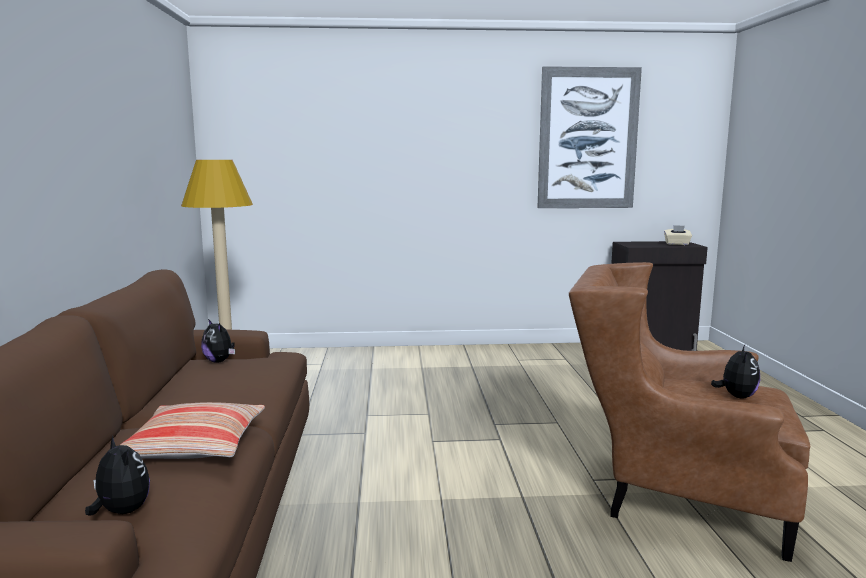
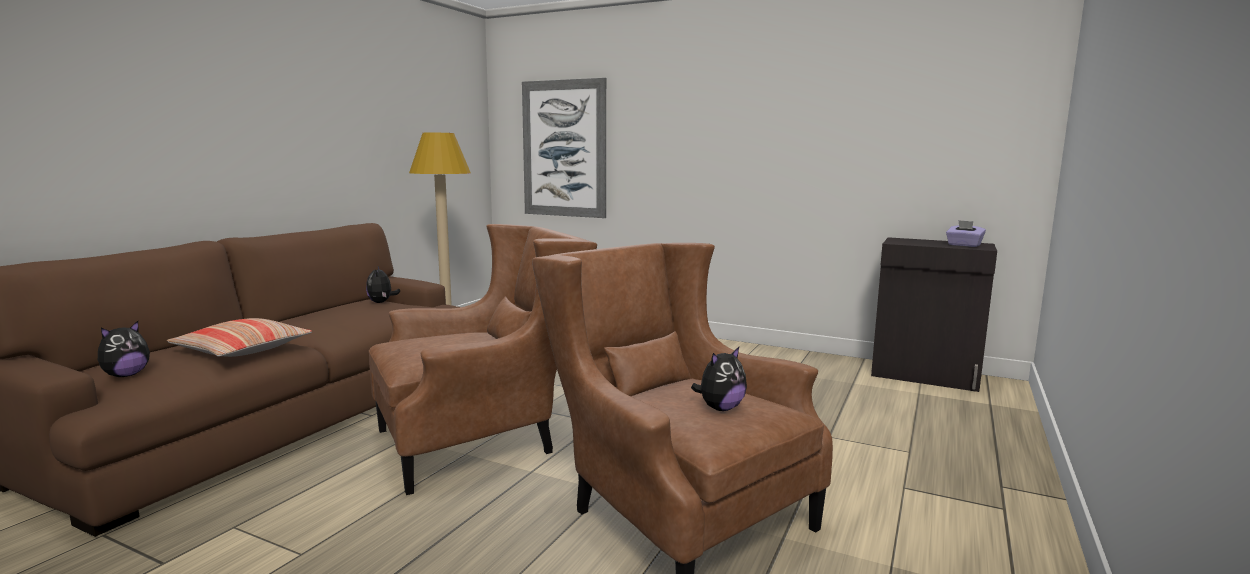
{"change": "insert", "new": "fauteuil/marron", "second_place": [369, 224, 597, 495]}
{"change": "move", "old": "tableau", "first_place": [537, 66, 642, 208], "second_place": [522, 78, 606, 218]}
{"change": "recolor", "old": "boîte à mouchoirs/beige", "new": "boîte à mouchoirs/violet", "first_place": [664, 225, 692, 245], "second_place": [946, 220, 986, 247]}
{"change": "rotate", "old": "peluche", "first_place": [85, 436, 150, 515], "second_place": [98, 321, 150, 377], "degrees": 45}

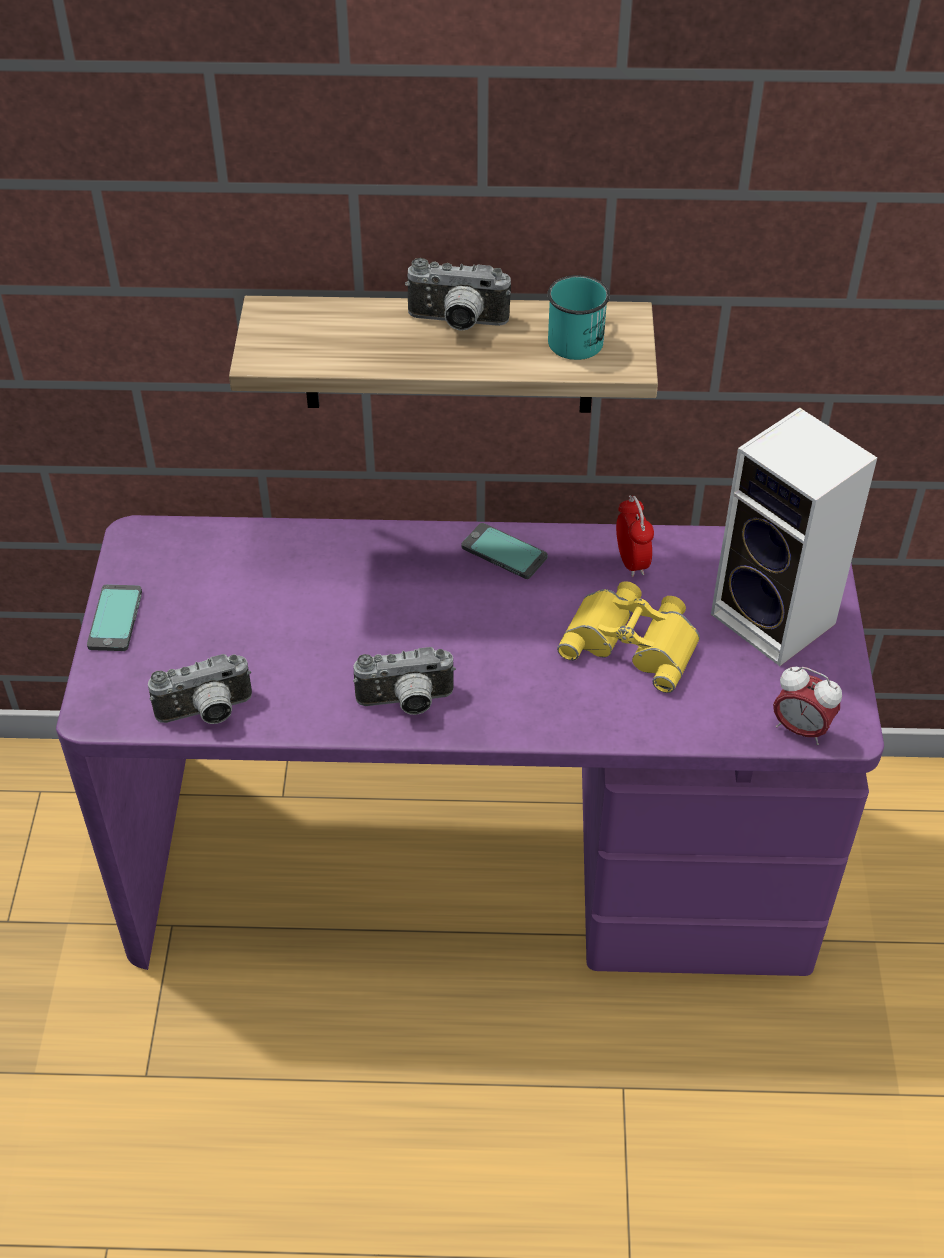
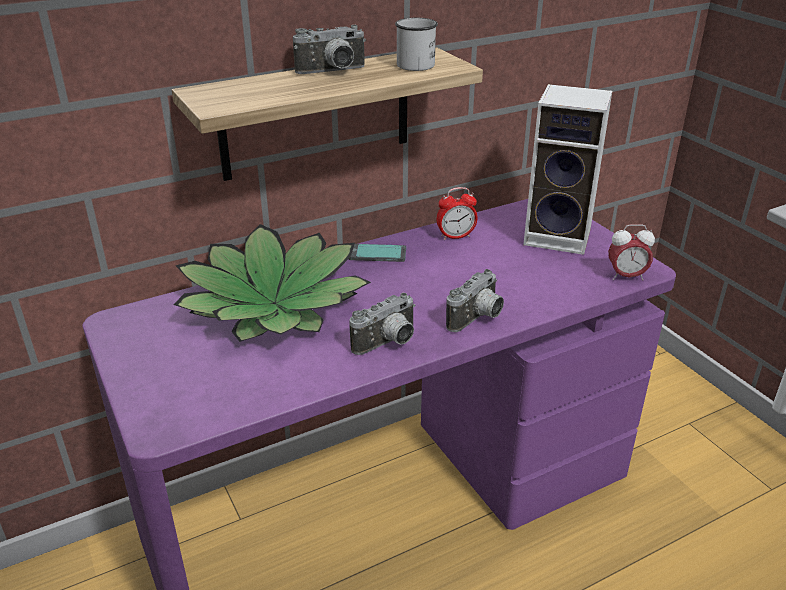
{"change": "delete", "old": "téléphone", "first_place": [87, 584, 142, 651]}
{"change": "delete", "old": "jumelles/jaune", "first_place": [557, 581, 700, 693]}
{"change": "insert", "new": "plante en pot", "second_place": [174, 224, 371, 342]}
{"change": "move", "old": "appareil photo", "first_place": [148, 654, 252, 724], "second_place": [446, 269, 504, 332]}
{"change": "recolor", "old": "mug/turquoise", "new": "mug/blanc", "first_place": [548, 275, 610, 360], "second_place": [395, 18, 438, 71]}
{"change": "rotate", "old": "réveil", "first_place": [616, 495, 654, 577], "second_place": [436, 187, 478, 240], "degrees": 120}

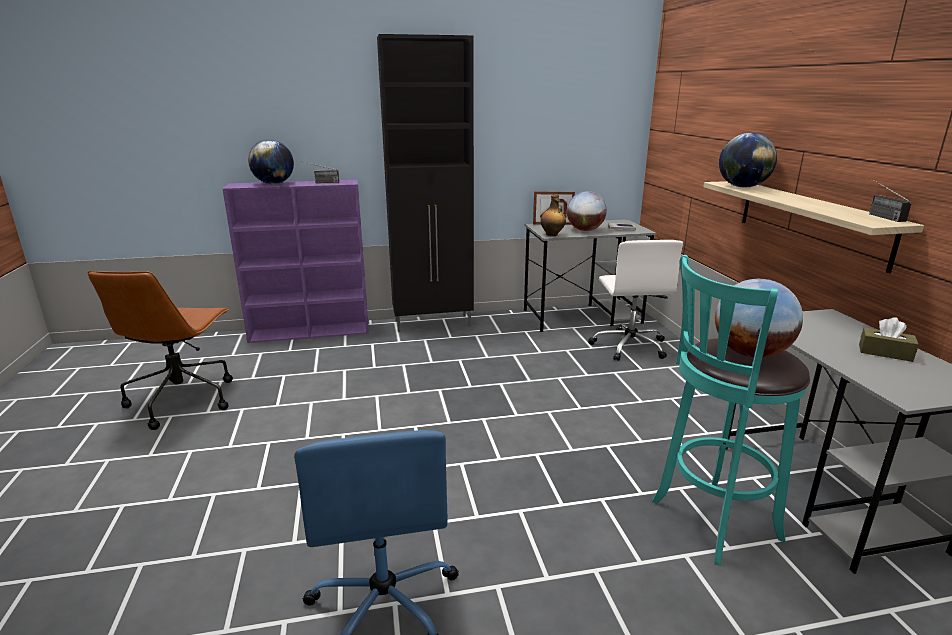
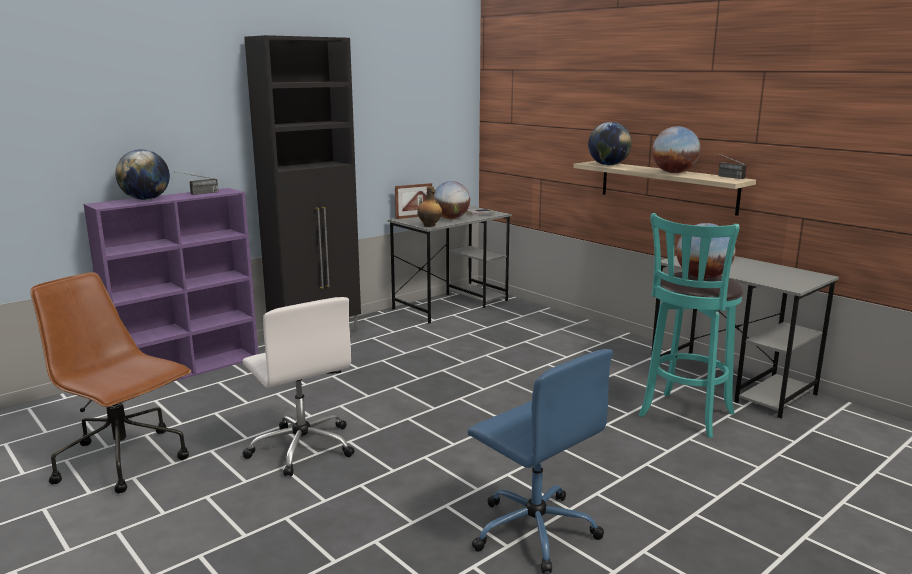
{"change": "delete", "old": "boîte à mouchoirs/marron", "first_place": [859, 317, 919, 362]}
{"change": "insert", "new": "globe", "second_place": [652, 126, 701, 173]}
{"change": "move", "old": "chaise de bureau/blanc", "first_place": [588, 240, 683, 361], "second_place": [242, 297, 355, 476]}
{"change": "rotate", "old": "chaise de bureau/marron", "first_place": [88, 271, 233, 430], "second_place": [31, 272, 191, 494], "degrees": 150}

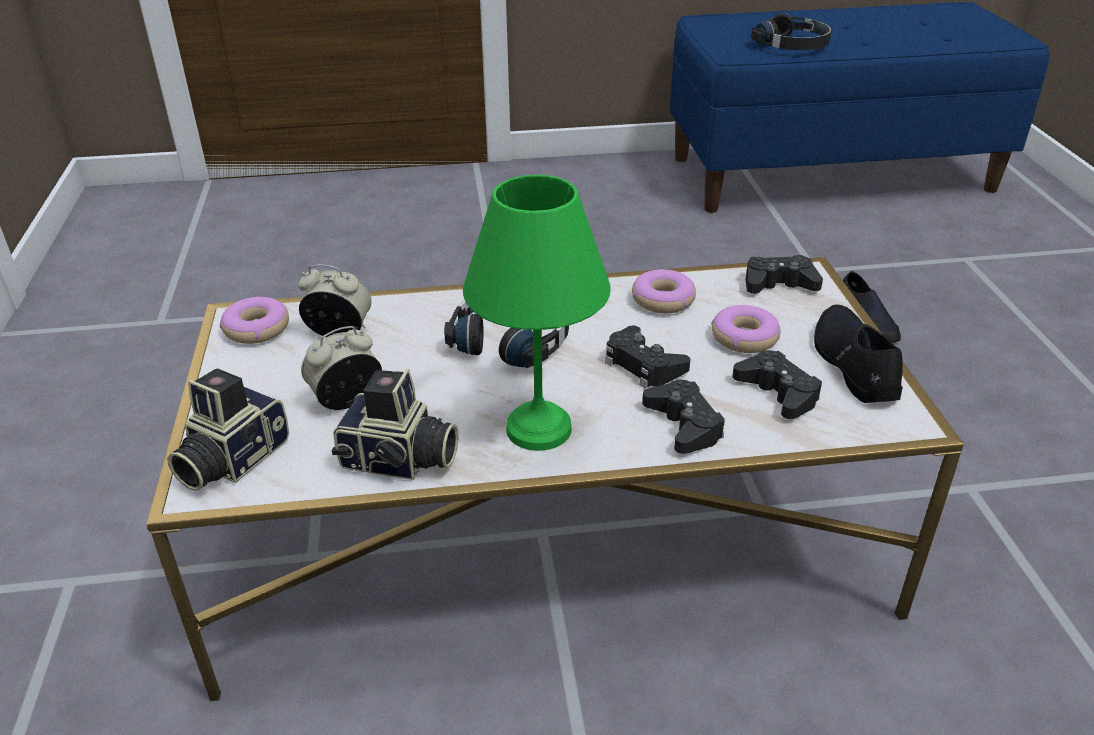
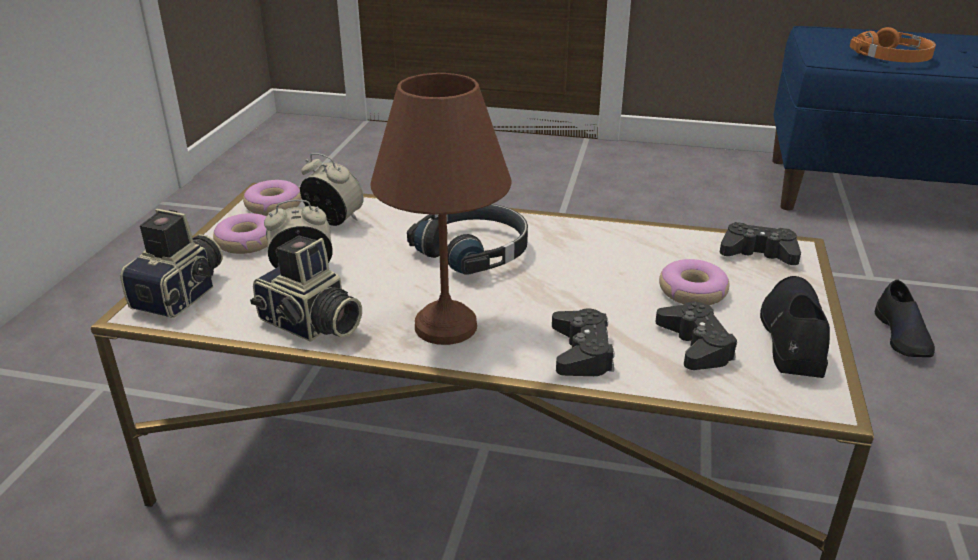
{"change": "delete", "old": "manette/noir", "first_place": [605, 326, 690, 389]}
{"change": "move", "old": "beignet", "first_place": [632, 269, 696, 313], "second_place": [213, 213, 268, 254]}
{"change": "recolor", "old": "lampe de table/vert", "new": "lampe de table/marron", "first_place": [463, 175, 611, 451], "second_place": [370, 73, 512, 345]}
{"change": "recolor", "old": "casque audio/noir", "new": "casque audio/orange", "first_place": [751, 13, 832, 50], "second_place": [850, 27, 936, 62]}
{"change": "rotate", "old": "appareil photo", "first_place": [167, 368, 289, 491], "second_place": [120, 209, 223, 318], "degrees": 150}

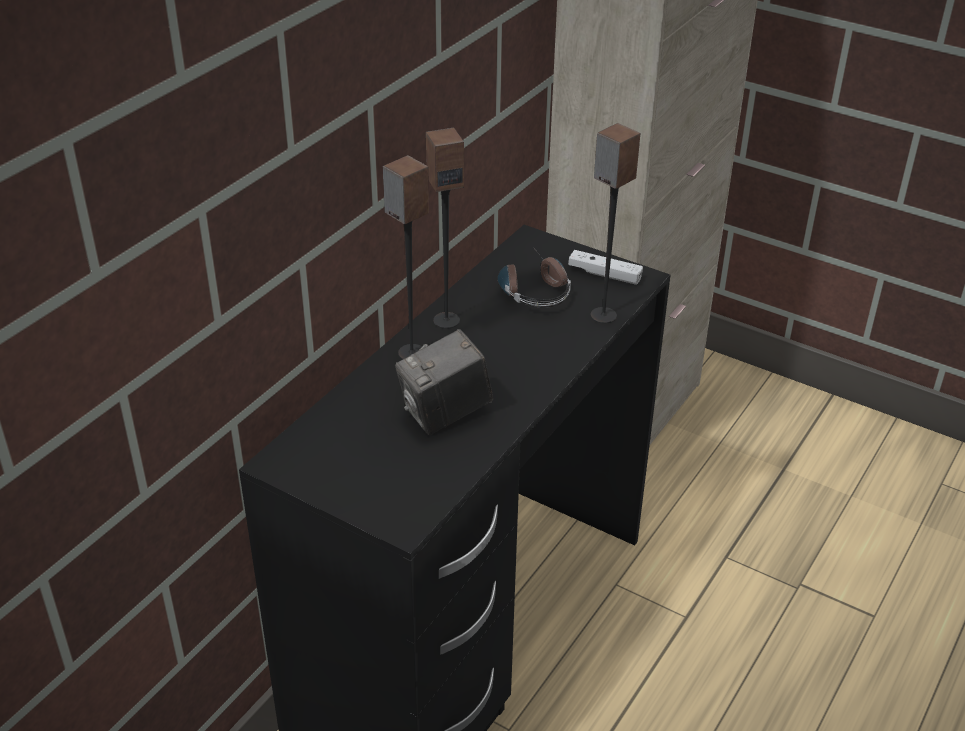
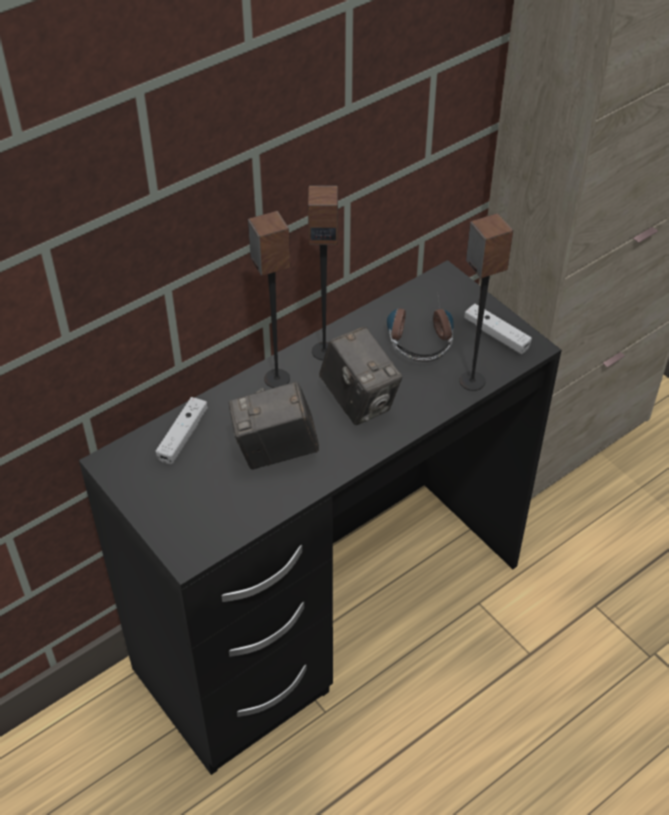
{"change": "insert", "new": "manette/blanc", "second_place": [156, 397, 208, 464]}
{"change": "insert", "new": "appareil photo", "second_place": [319, 326, 403, 425]}

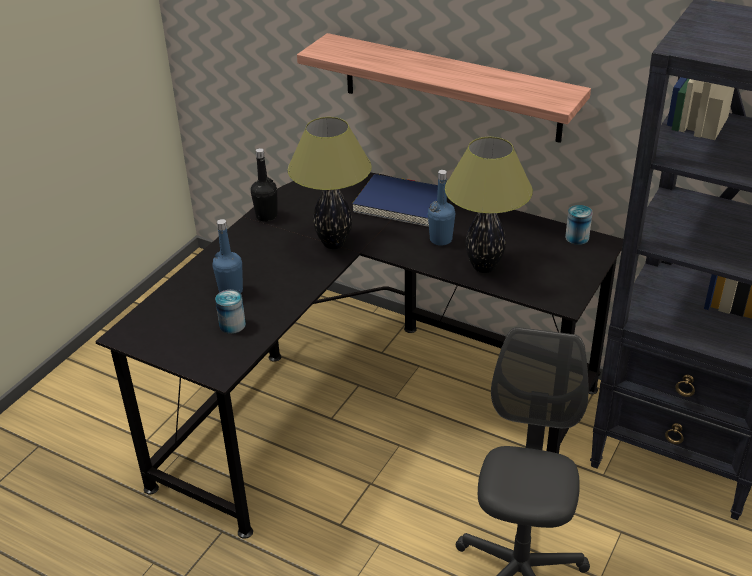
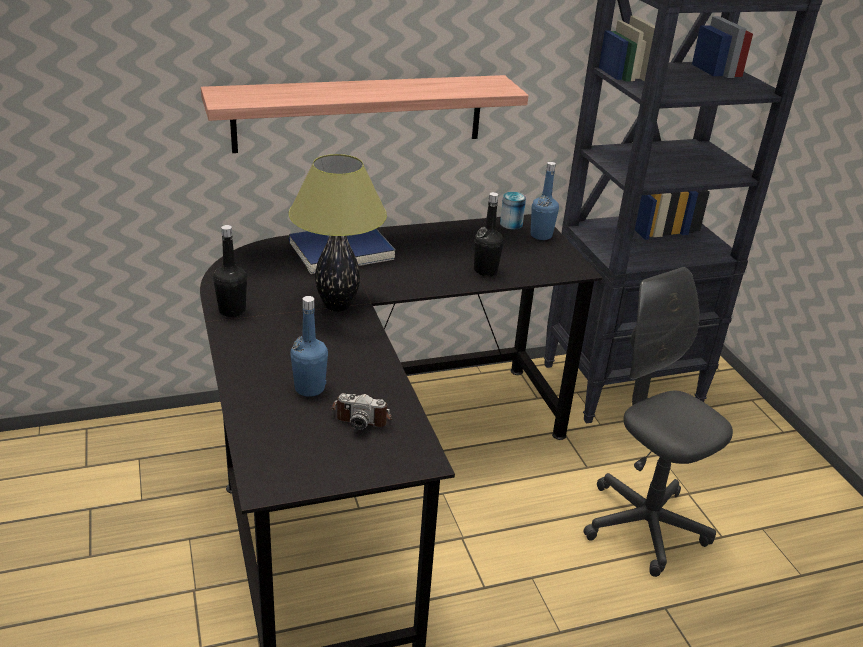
{"change": "move", "old": "bouteille/bleu", "first_place": [428, 170, 455, 246], "second_place": [531, 162, 559, 240]}
{"change": "replace", "old": "boîte métallique", "new": "appareil photo", "first_place": [215, 290, 246, 334], "second_place": [331, 393, 392, 430]}
{"change": "replace", "old": "lampe de table", "new": "bouteille/noir", "first_place": [445, 137, 533, 273], "second_place": [474, 192, 504, 276]}

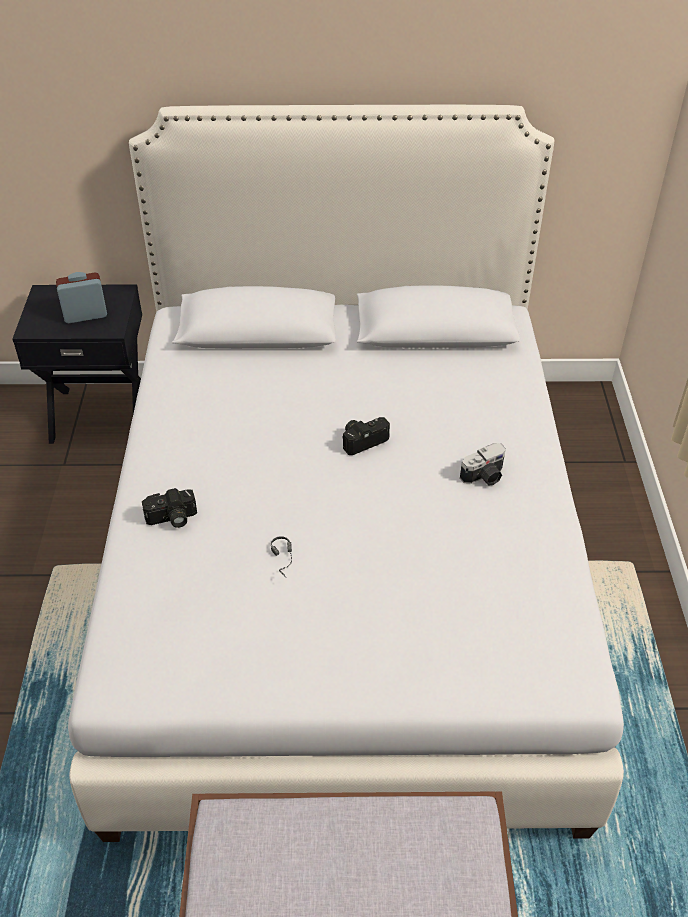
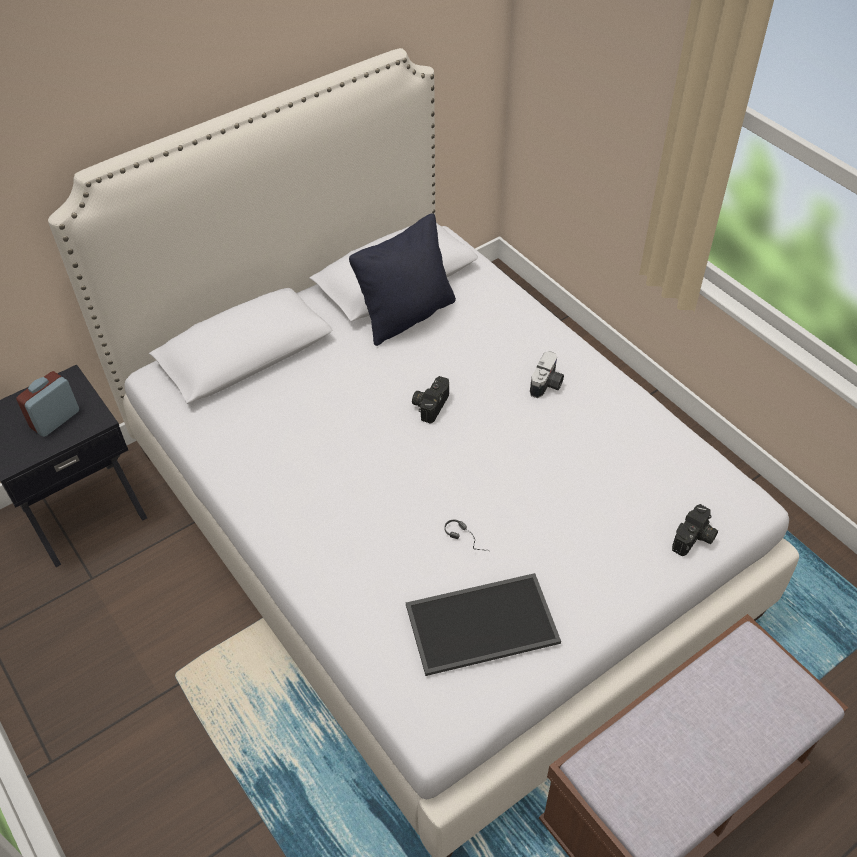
{"change": "insert", "new": "coussin/noir", "second_place": [349, 213, 456, 346]}
{"change": "insert", "new": "plateau", "second_place": [406, 573, 561, 676]}
{"change": "move", "old": "appareil photo", "first_place": [142, 488, 197, 528], "second_place": [672, 504, 718, 556]}

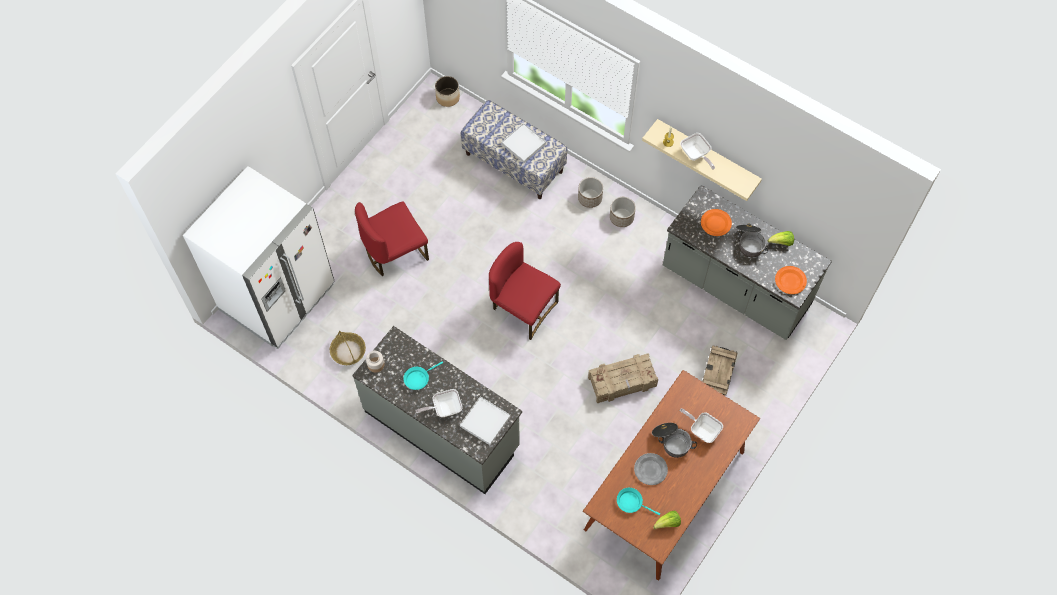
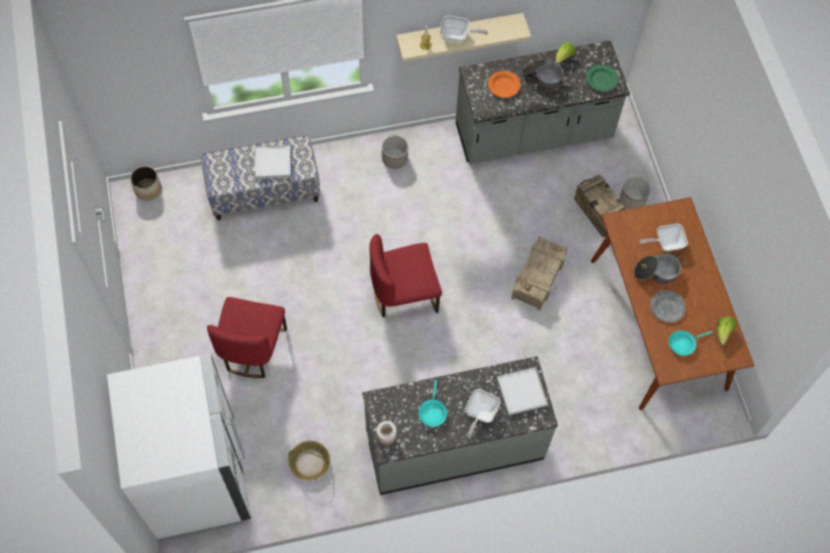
{"change": "move", "old": "cache-pot", "first_place": [578, 177, 603, 208], "second_place": [620, 177, 650, 209]}
{"change": "recolor", "old": "assiette/orange", "new": "assiette/vert", "first_place": [775, 266, 807, 294], "second_place": [586, 65, 618, 92]}

